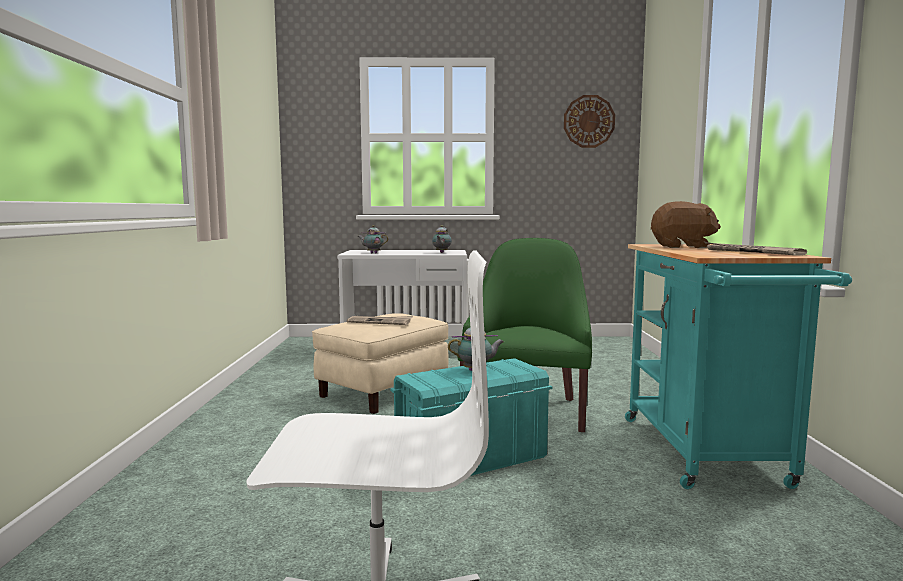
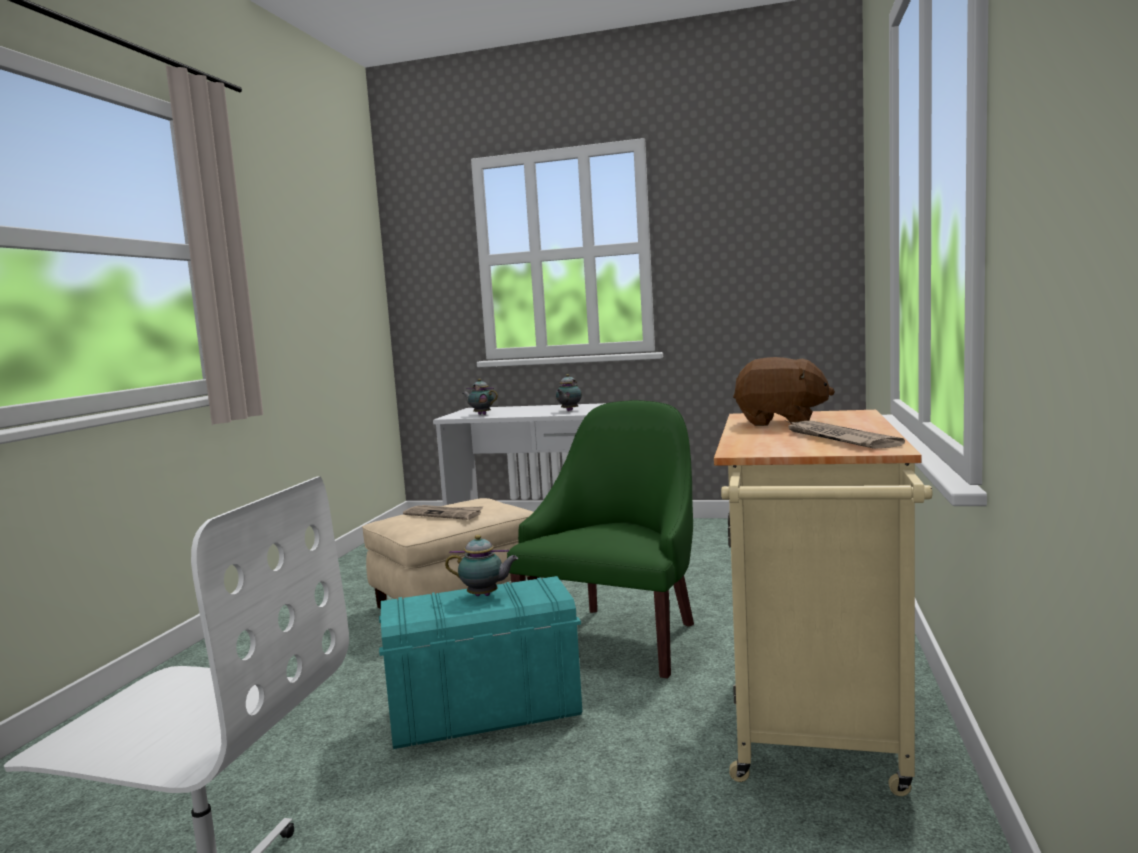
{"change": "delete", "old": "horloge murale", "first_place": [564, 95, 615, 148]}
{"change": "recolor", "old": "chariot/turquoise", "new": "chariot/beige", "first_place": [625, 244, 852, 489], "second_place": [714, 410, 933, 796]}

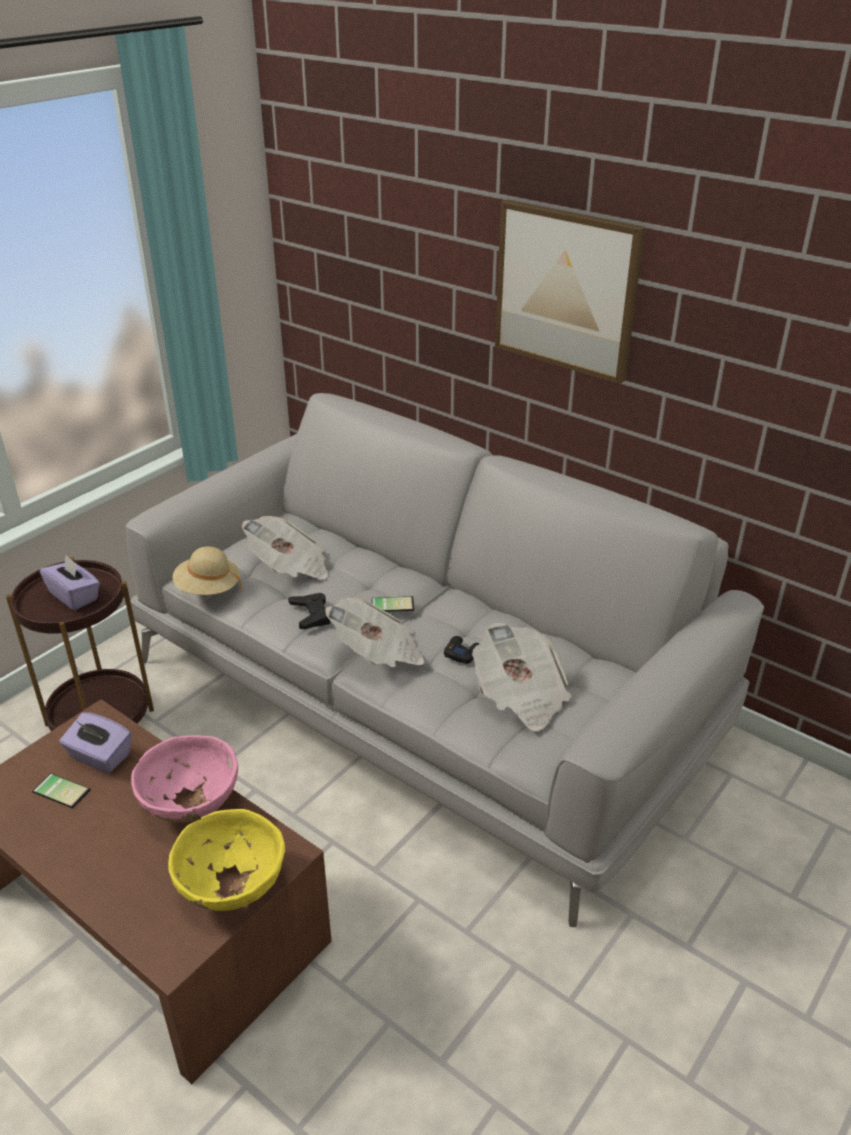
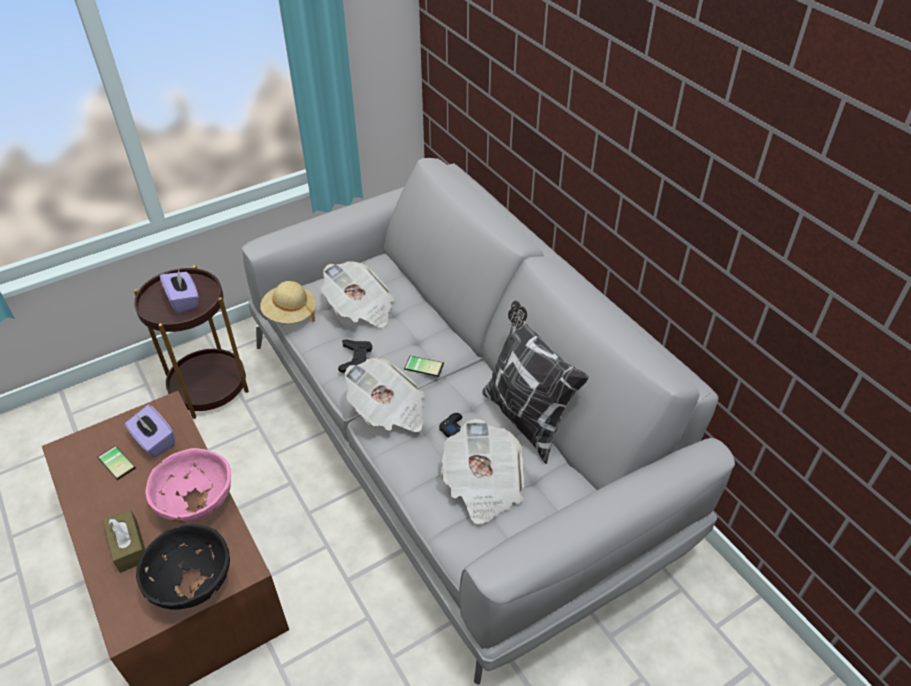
{"change": "delete", "old": "tableau", "first_place": [495, 199, 645, 384]}
{"change": "insert", "new": "boîte à mouchoirs/marron", "second_place": [103, 509, 145, 573]}
{"change": "insert", "new": "coussin", "second_place": [482, 301, 589, 464]}
{"change": "recolor", "old": "bol/jaune", "new": "bol/noir", "first_place": [168, 809, 285, 911], "second_place": [136, 524, 230, 610]}

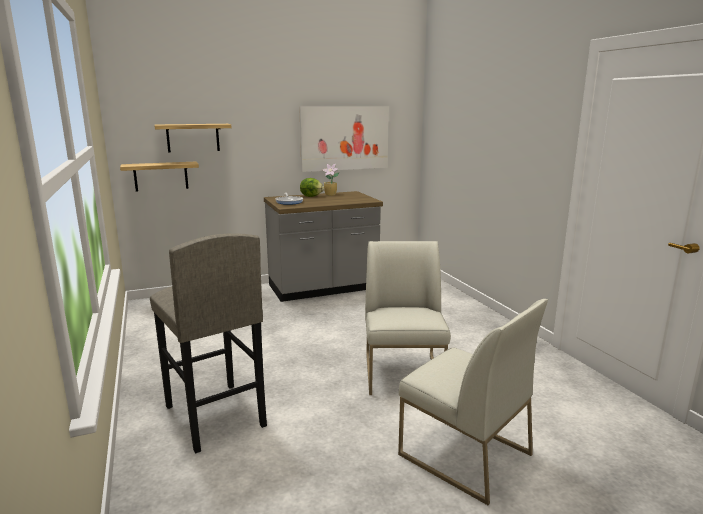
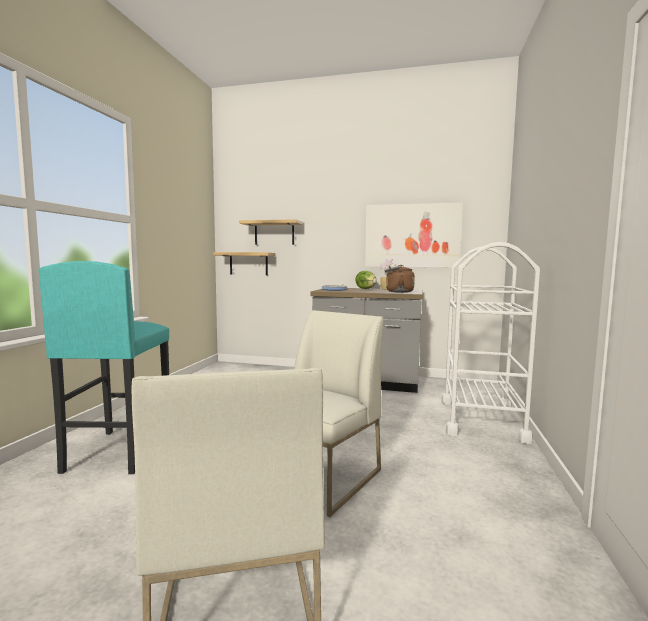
{"change": "insert", "new": "bouilloire/marron", "second_place": [385, 265, 415, 293]}
{"change": "insert", "new": "chariot/blanc", "second_place": [441, 242, 540, 444]}
{"change": "recolor", "old": "tabouret/gris", "new": "tabouret/turquoise", "first_place": [150, 233, 267, 454], "second_place": [38, 261, 169, 474]}

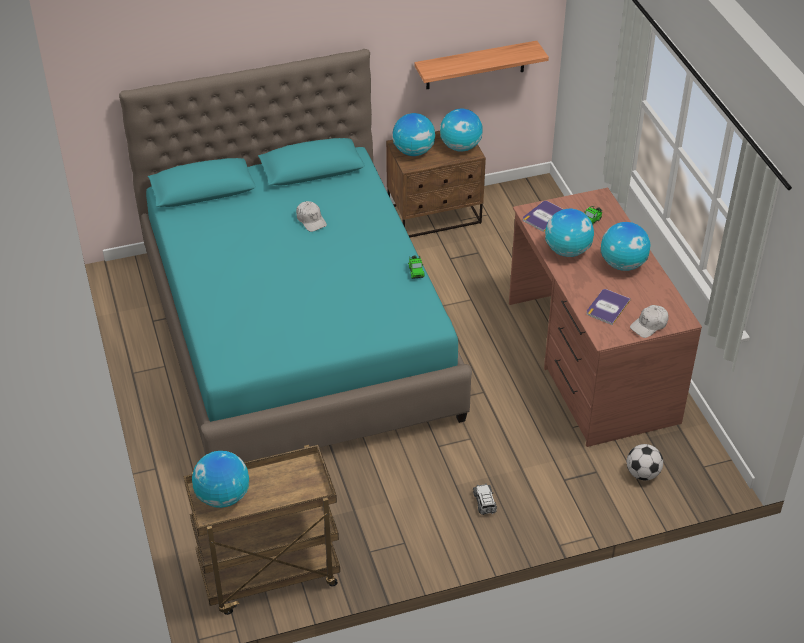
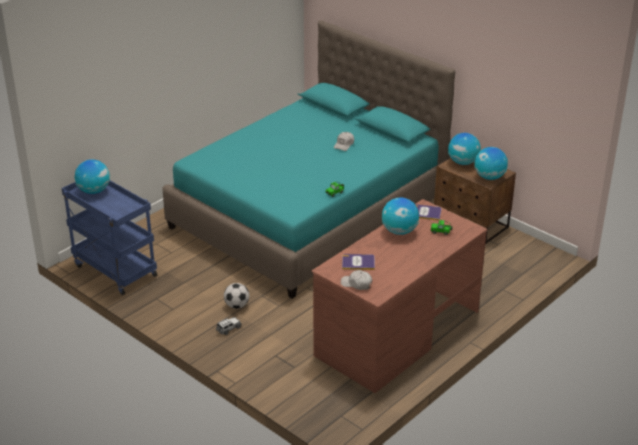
{"change": "delete", "old": "étagère", "first_place": [414, 41, 549, 89]}
{"change": "delete", "old": "globe", "first_place": [601, 222, 650, 271]}
{"change": "move", "old": "ballon de foot", "first_place": [627, 444, 663, 480], "second_place": [224, 283, 249, 309]}
{"change": "recolor", "old": "chariot/marron", "new": "chariot/bleu", "first_place": [184, 445, 340, 615], "second_place": [61, 180, 157, 295]}

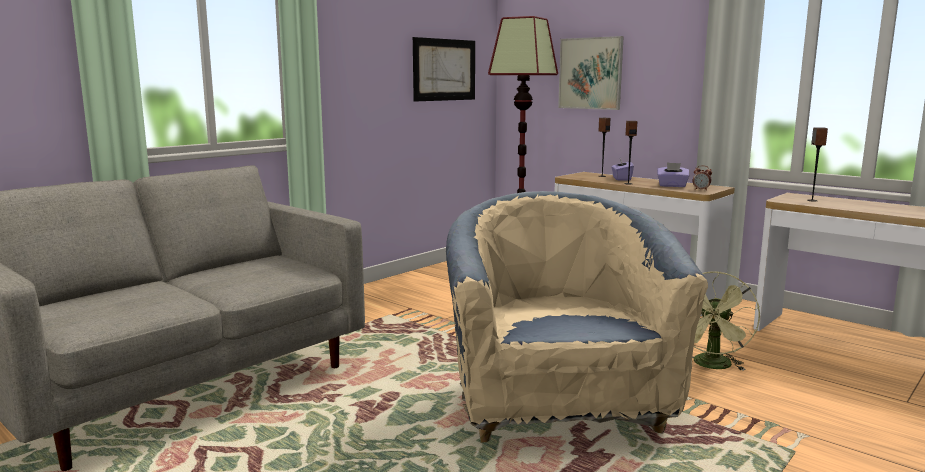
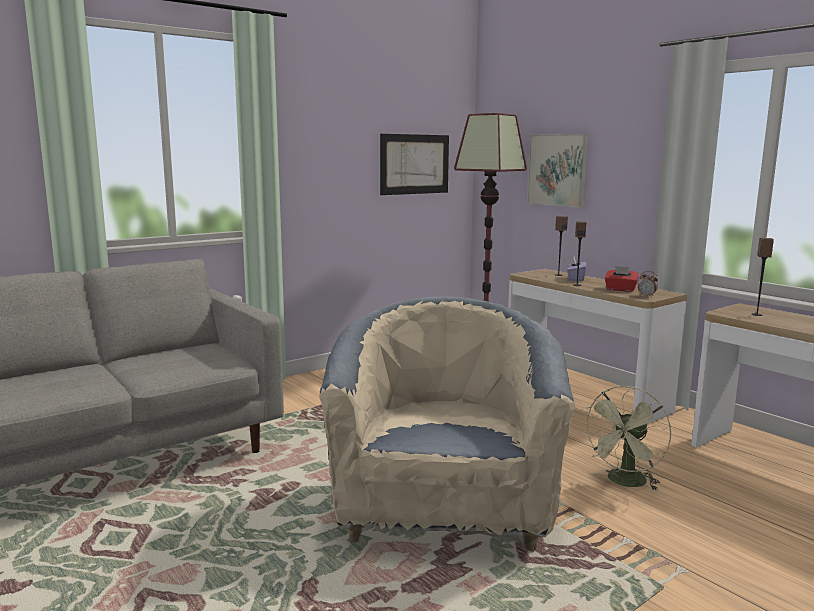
{"change": "recolor", "old": "boîte à mouchoirs/violet", "new": "boîte à mouchoirs/rouge", "first_place": [657, 162, 689, 187], "second_place": [605, 266, 640, 292]}

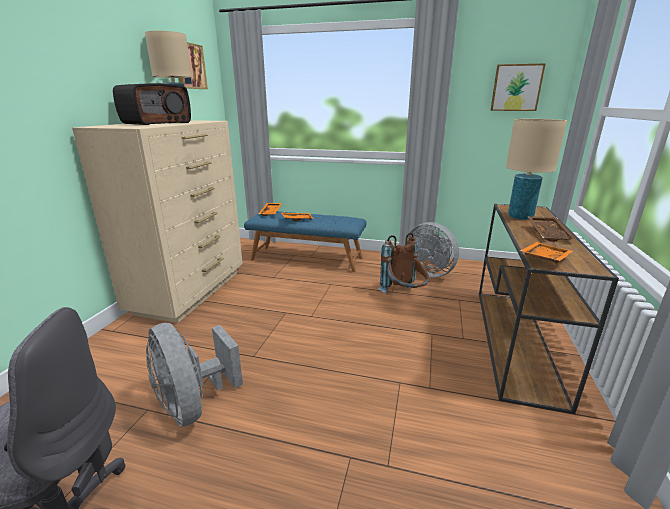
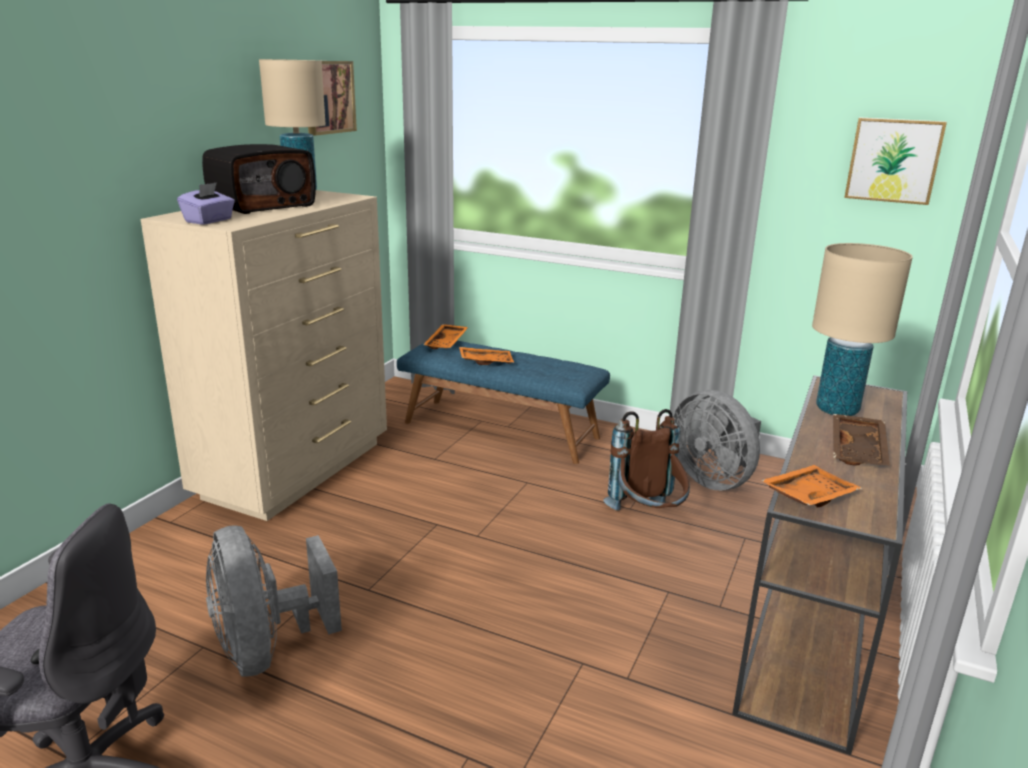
{"change": "insert", "new": "boîte à mouchoirs/violet", "second_place": [177, 182, 235, 225]}

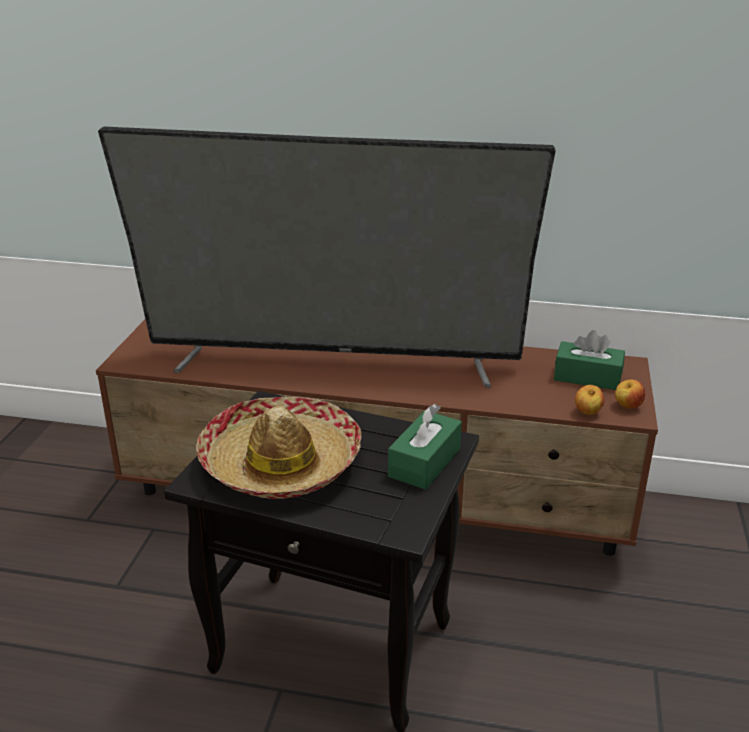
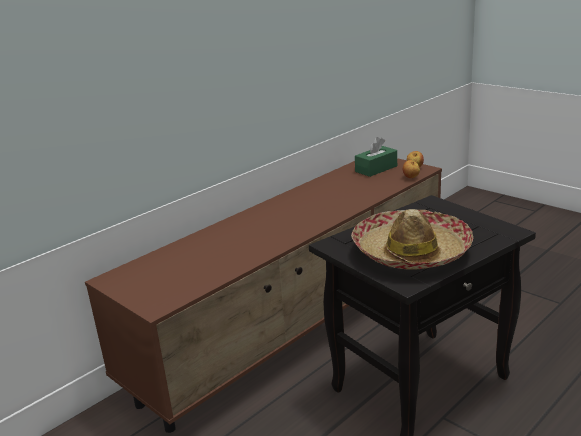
{"change": "delete", "old": "téléviseur", "first_place": [98, 126, 556, 388]}
{"change": "delete", "old": "boîte à mouchoirs/vert", "first_place": [388, 404, 462, 490]}

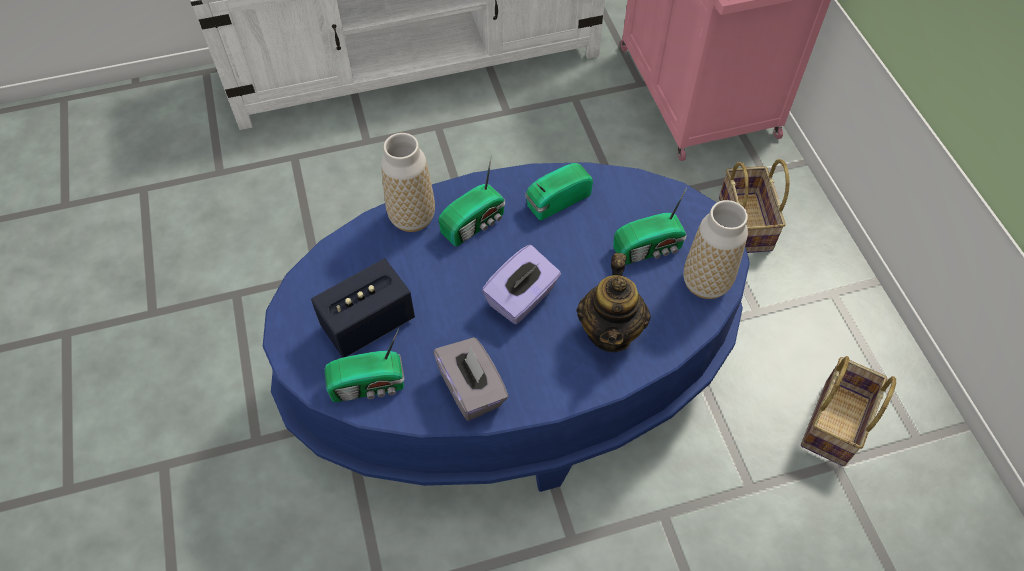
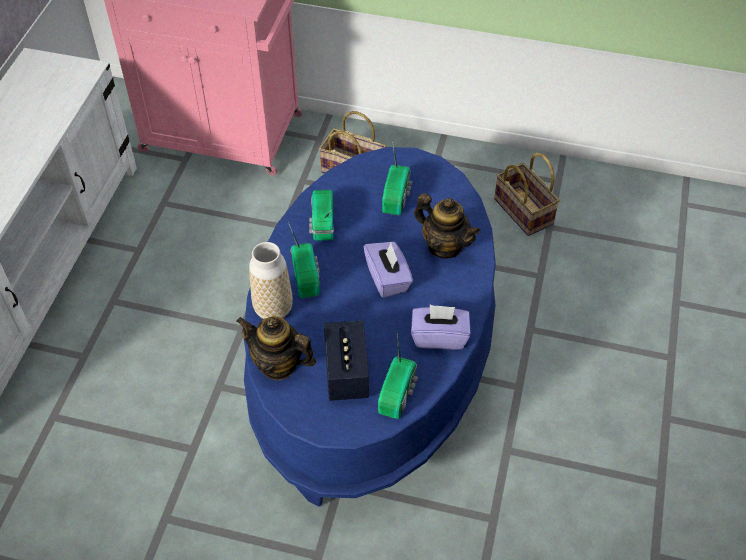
{"change": "delete", "old": "vase", "first_place": [684, 200, 748, 299]}
{"change": "insert", "new": "théière", "second_place": [236, 316, 316, 380]}
{"change": "recolor", "old": "boîte à mouchoirs/gris", "new": "boîte à mouchoirs/violet", "first_place": [433, 337, 509, 421], "second_place": [411, 305, 471, 350]}

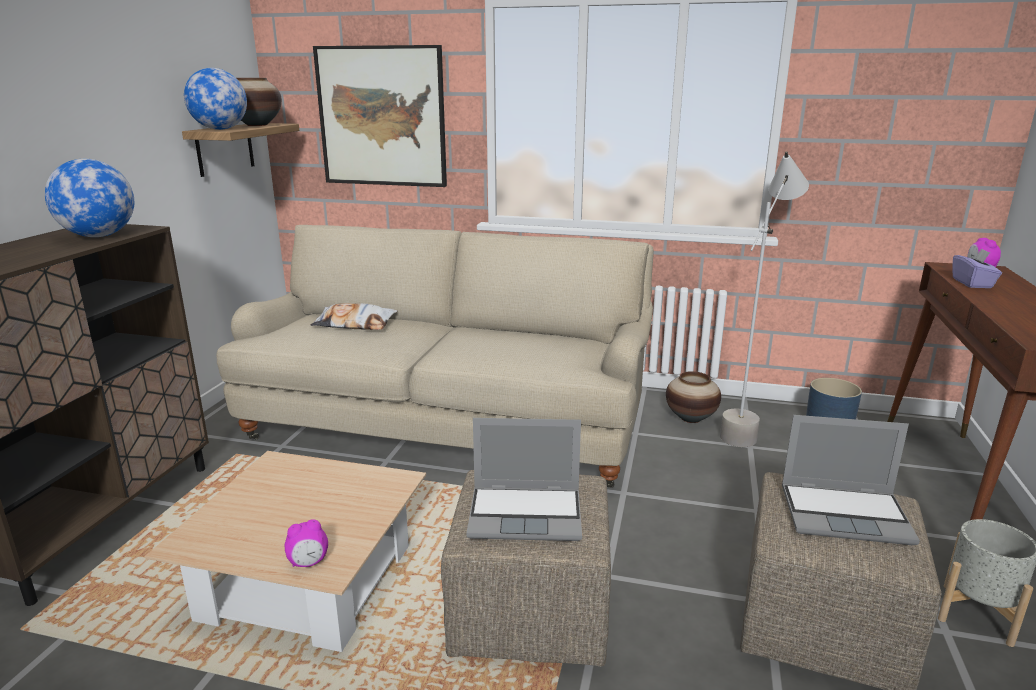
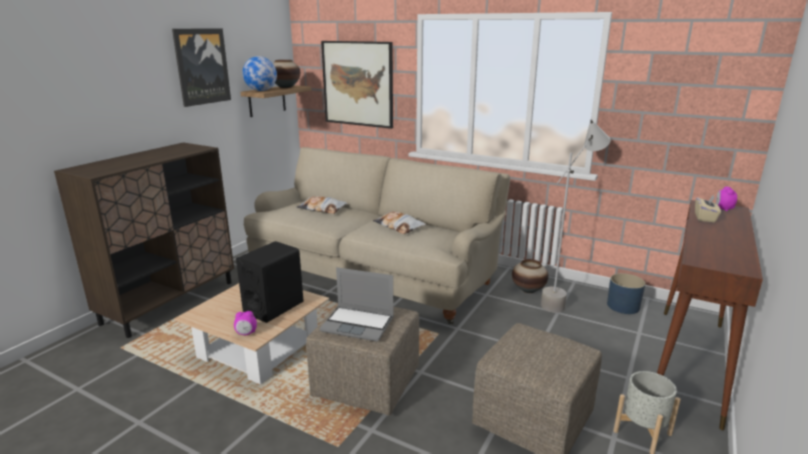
{"change": "delete", "old": "globe", "first_place": [45, 159, 134, 237]}
{"change": "delete", "old": "ordinateur portable", "first_place": [782, 415, 920, 545]}
{"change": "insert", "new": "tableau", "second_place": [172, 28, 231, 107]}
{"change": "insert", "new": "enceinte/noir", "second_place": [236, 241, 304, 323]}
{"change": "insert", "new": "coussin", "second_place": [373, 211, 426, 234]}
{"change": "recolor", "old": "boîte à mouchoirs/violet", "new": "boîte à mouchoirs/beige", "first_place": [952, 248, 1002, 288], "second_place": [695, 195, 721, 222]}

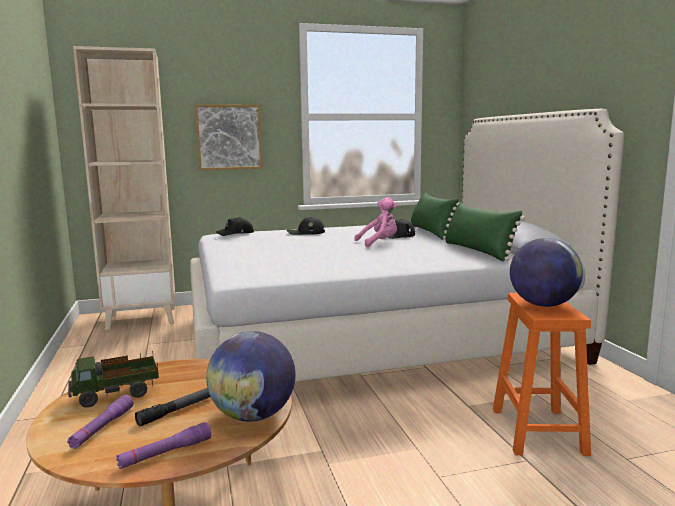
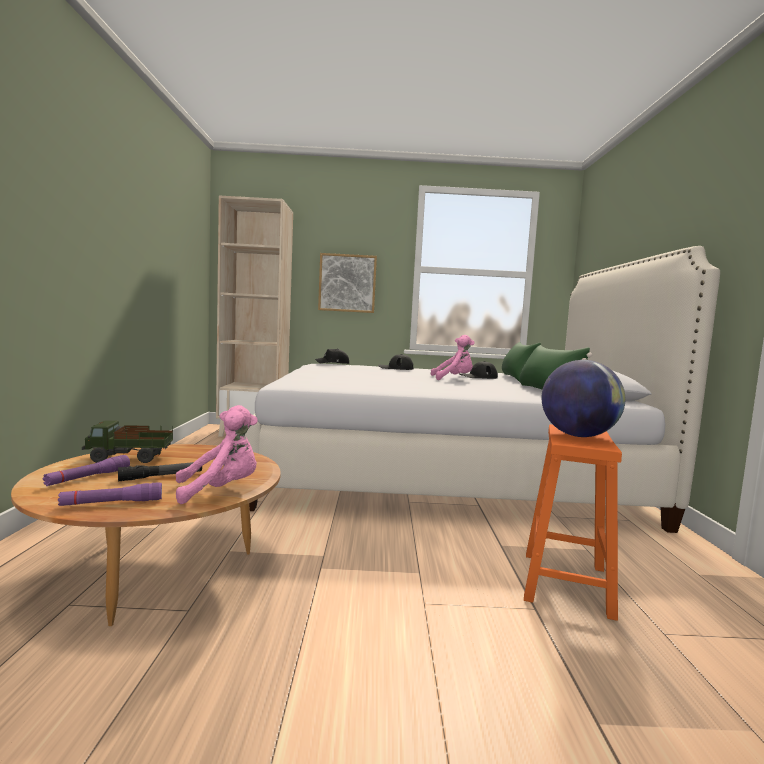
{"change": "replace", "old": "globe", "new": "peluche/rose", "first_place": [206, 331, 296, 421], "second_place": [175, 405, 258, 504]}

